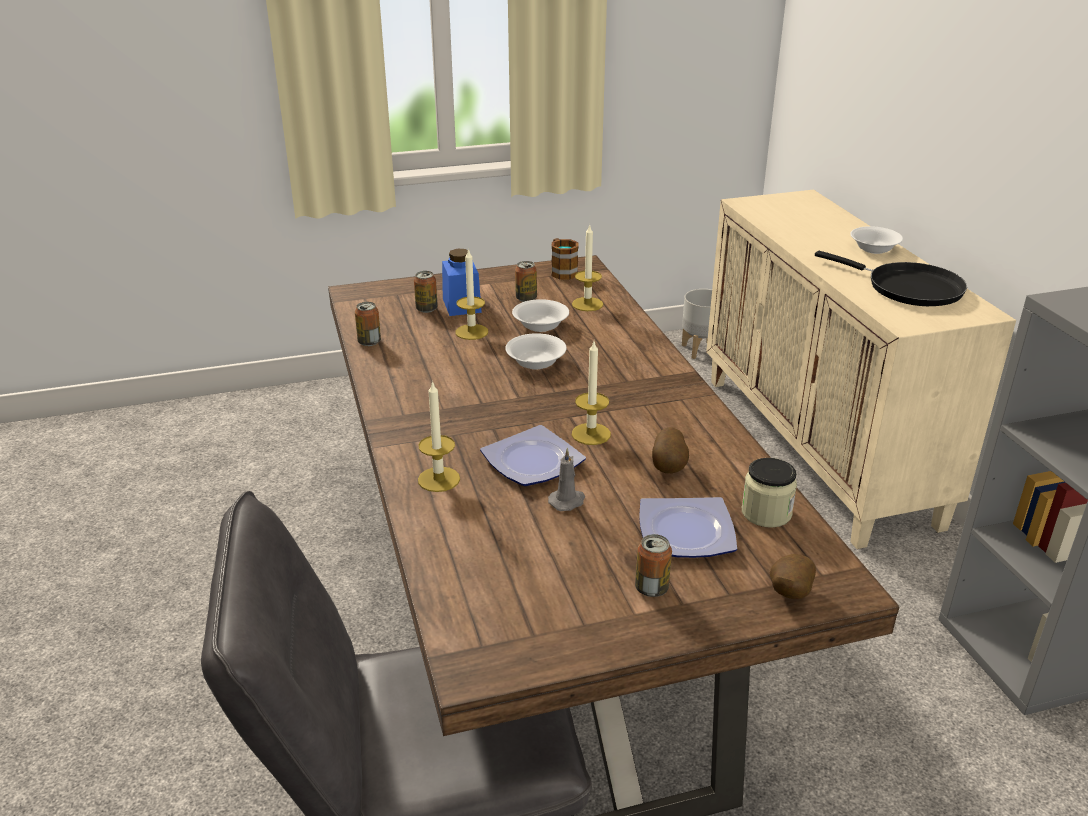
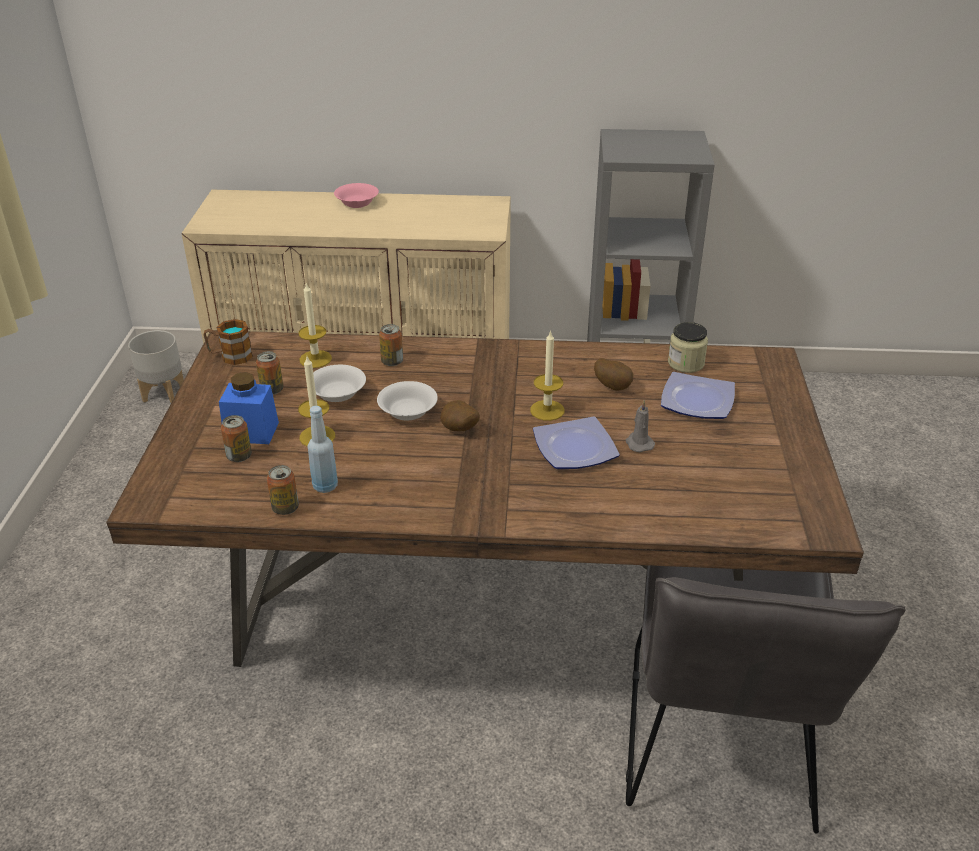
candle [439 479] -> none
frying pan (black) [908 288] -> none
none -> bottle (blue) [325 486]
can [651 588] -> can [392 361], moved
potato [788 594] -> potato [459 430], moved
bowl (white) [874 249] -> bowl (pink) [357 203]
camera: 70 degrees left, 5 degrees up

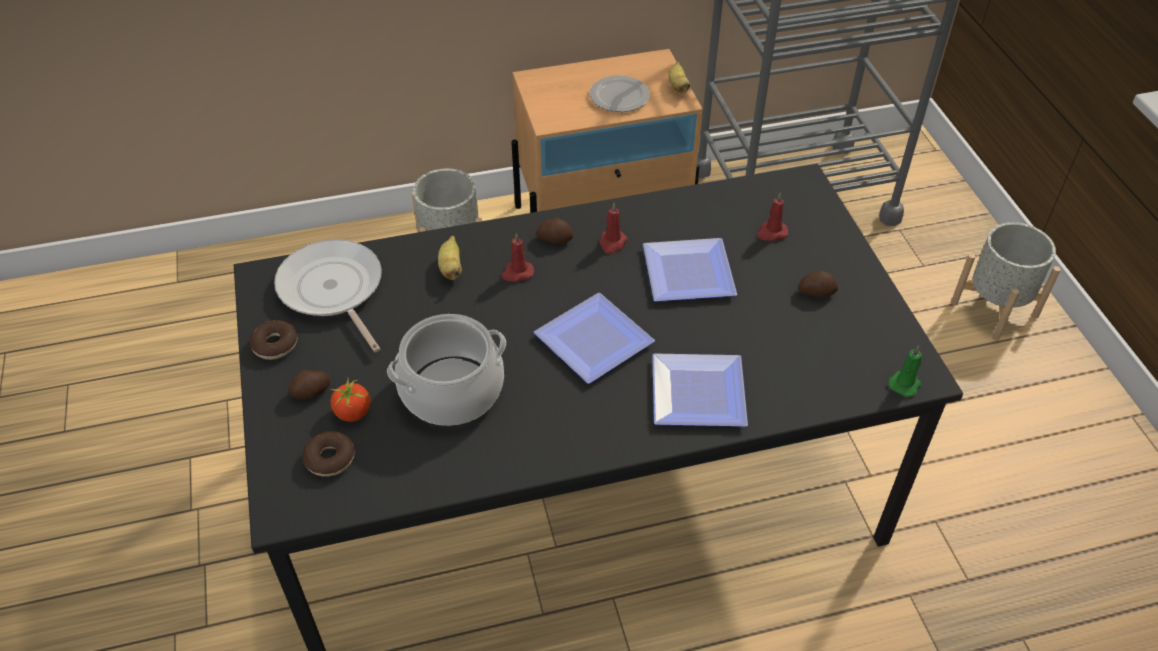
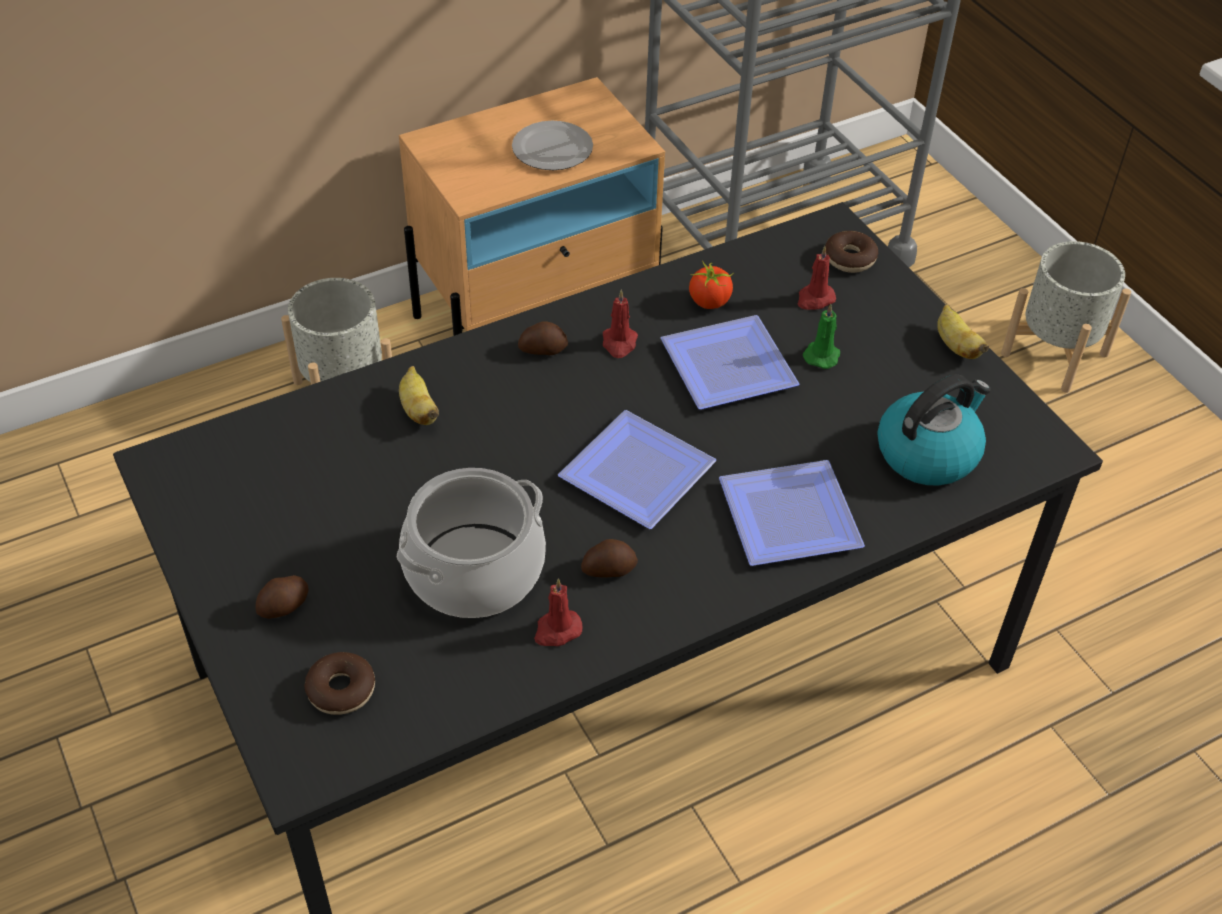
frying pan [333 291] -> none
none -> kettle [928 452]
donut [275 345] -> donut [849 258], moved
tomato [353 413] -> tomato [710 302], moved
candle (red) [517 273] -> candle (red) [557 630], moved
banana [678 86] -> banana [955 346], moved
potato [816 292] -> potato [608 568], moved
candle (green) [905 383] -> candle (green) [822 355], moved
camera: 15 degrees left, 0 degrees up

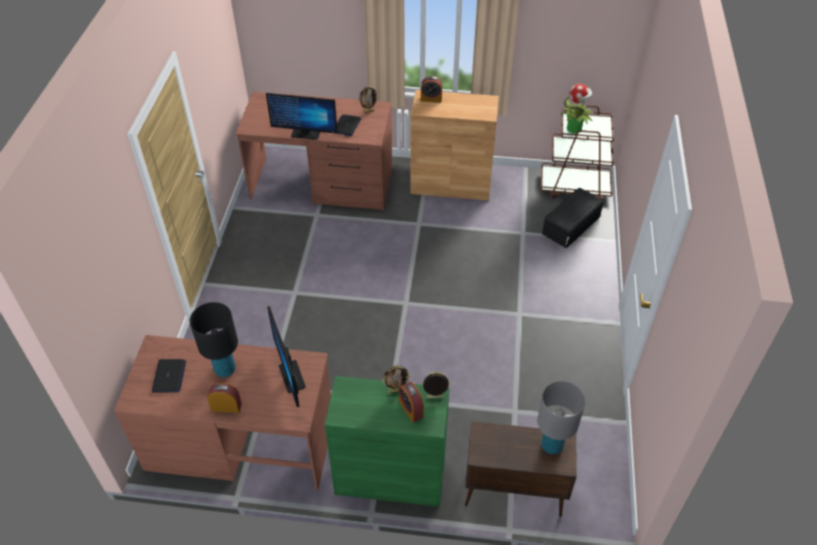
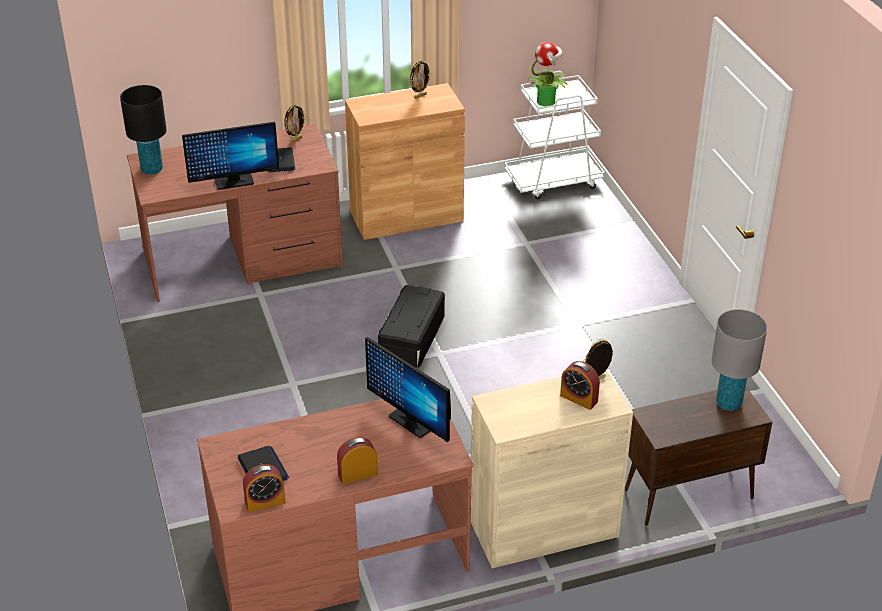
table lamp (black) [225 369] -> table lamp (black) [151 169], moved
picture frame [396 390] -> picture frame [420 96], moved
alarm clock [431 99] -> alarm clock [265 502], moved
storage box (black) [571 226] -> storage box (black) [412 339], moved
cabinet (green) [390 476] -> cabinet (beige) [543 528]
cart (brown) [575 186] -> cart (white) [554 181]
camera: 25 degrees left, 10 degrees down

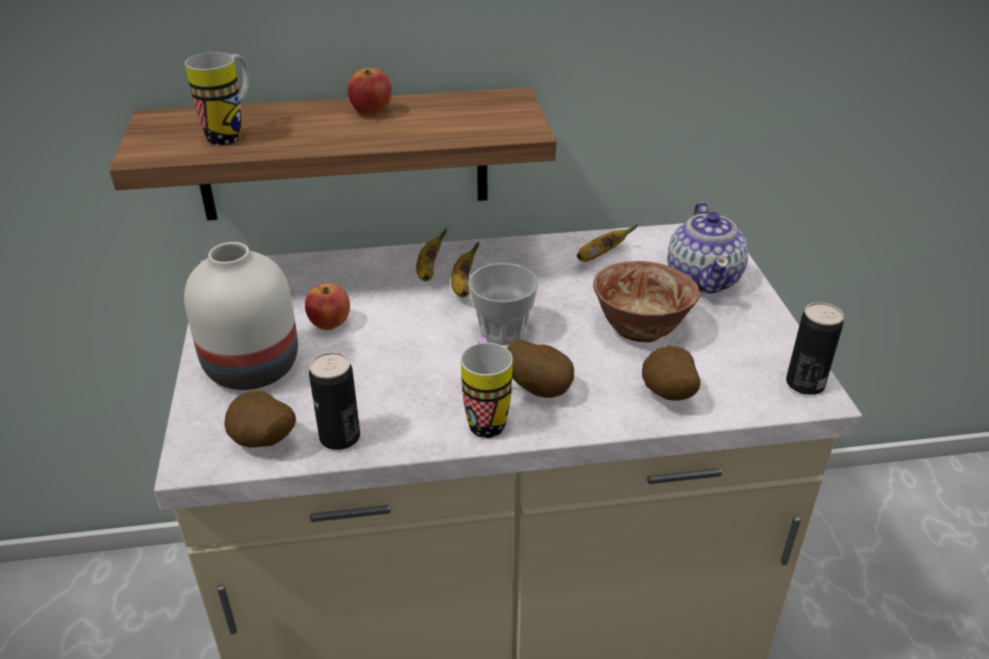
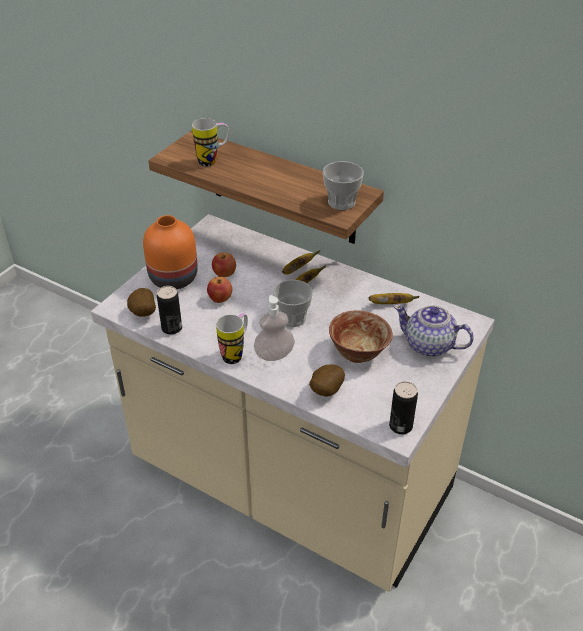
none -> cup [341 202]
apple [372 112] -> apple [220 299], moved
potato [540 388] -> soap dispenser [274 354]
vase (white) [255 366] -> vase (orange) [175 278]
teapot [704 279] -> teapot [429 345], 75 degrees clockwise
camera: 40 degrees right, 5 degrees up

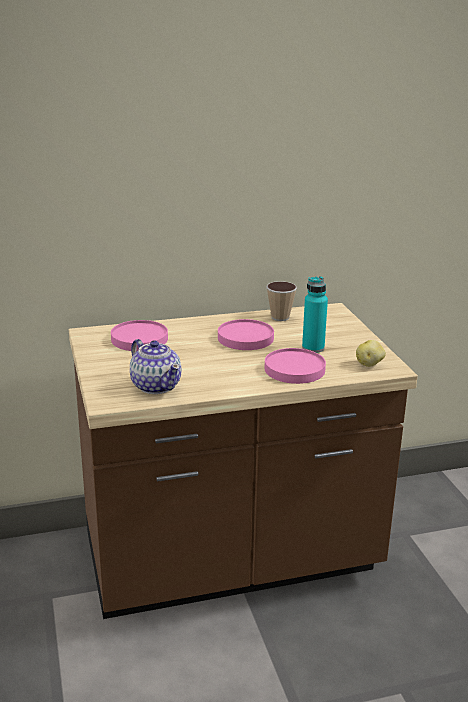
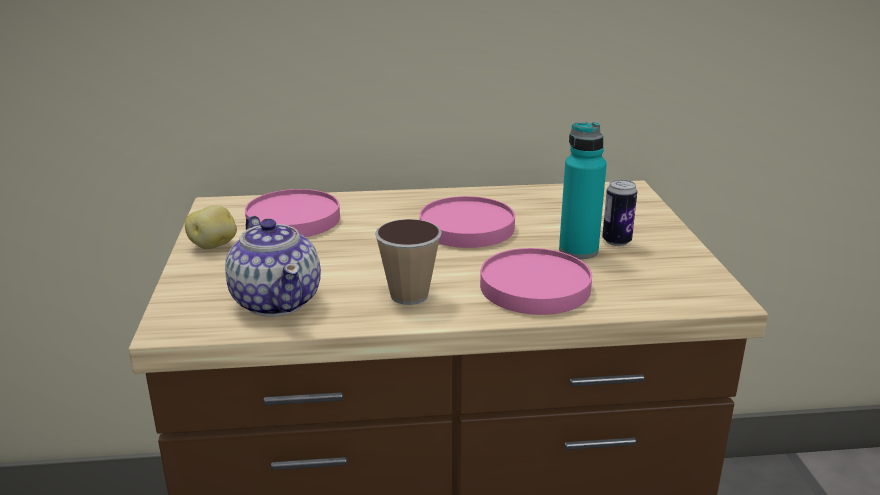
none -> can [616 241]
cup [280 317] -> cup [409 295], moved
potato [369 364] -> potato [214 245], moved
camera: 10 degrees right, 0 degrees up

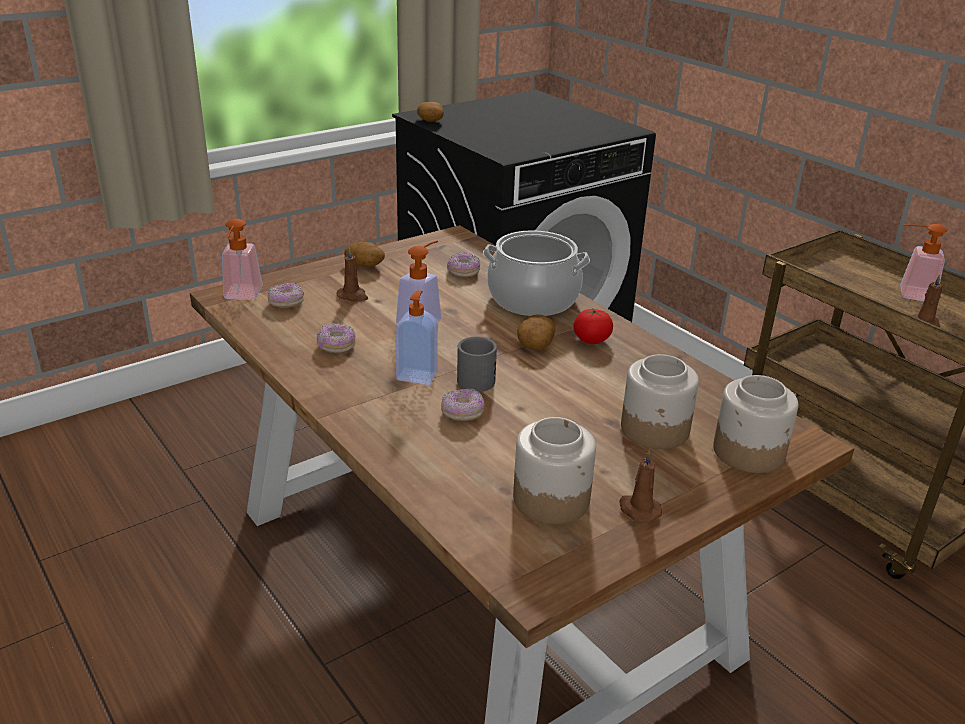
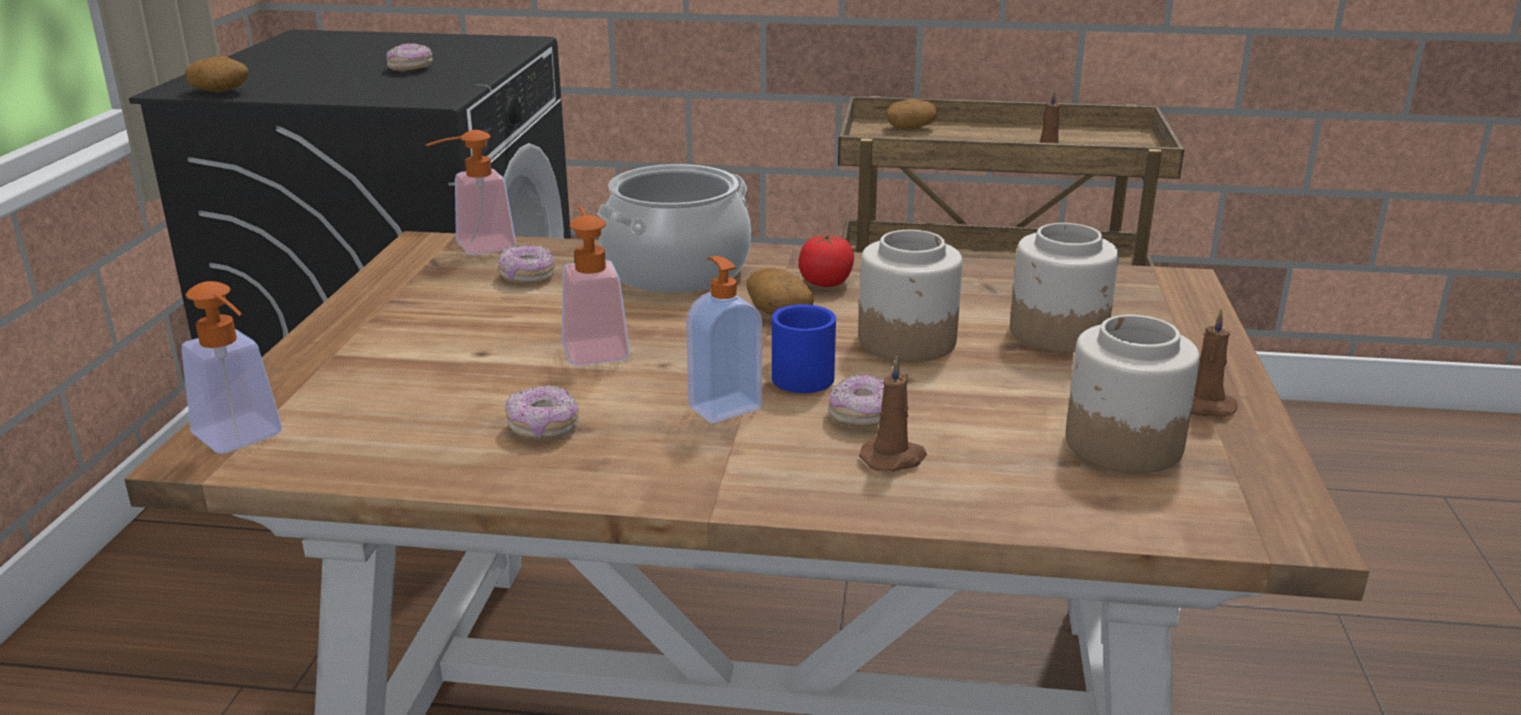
donut [286 303] -> donut [411 68], moved
candle (brown) [353 296] -> candle (brown) [894 459], moved
potato [365 265] -> potato [910 128], moved
jar [749 452] -> jar [908 341], moved
soap dispenser [909 293] -> soap dispenser [475 248], moved
mug (grey) [479 377] -> mug (blue) [796 373]
camera: 45 degrees left, 5 degrees down

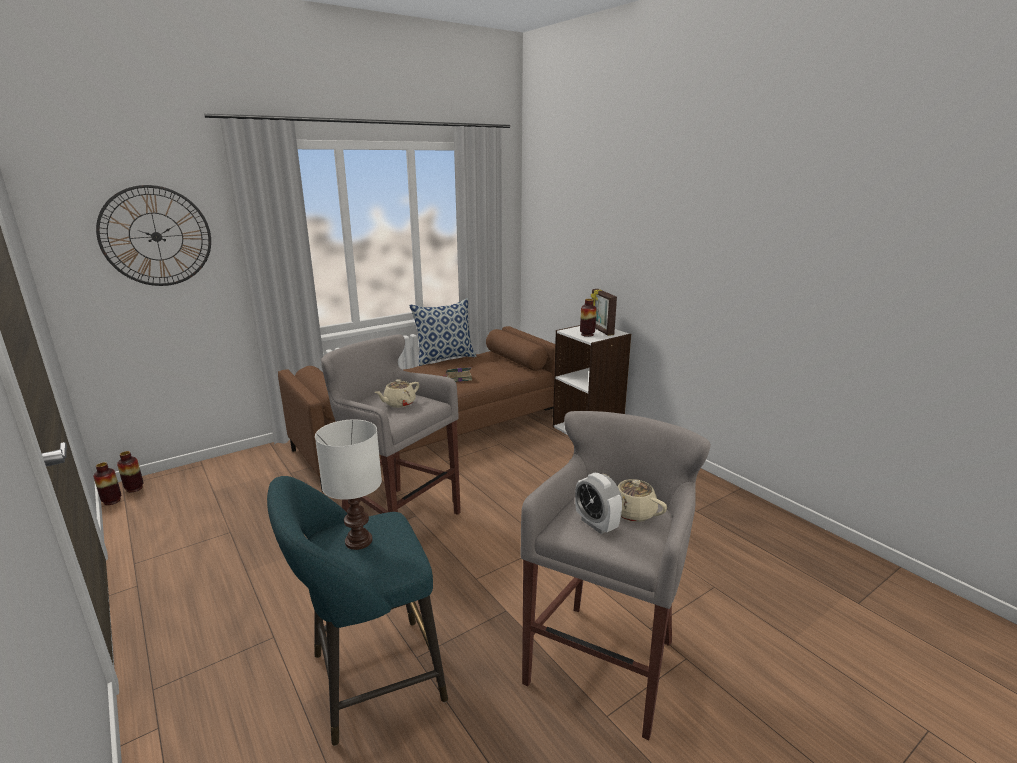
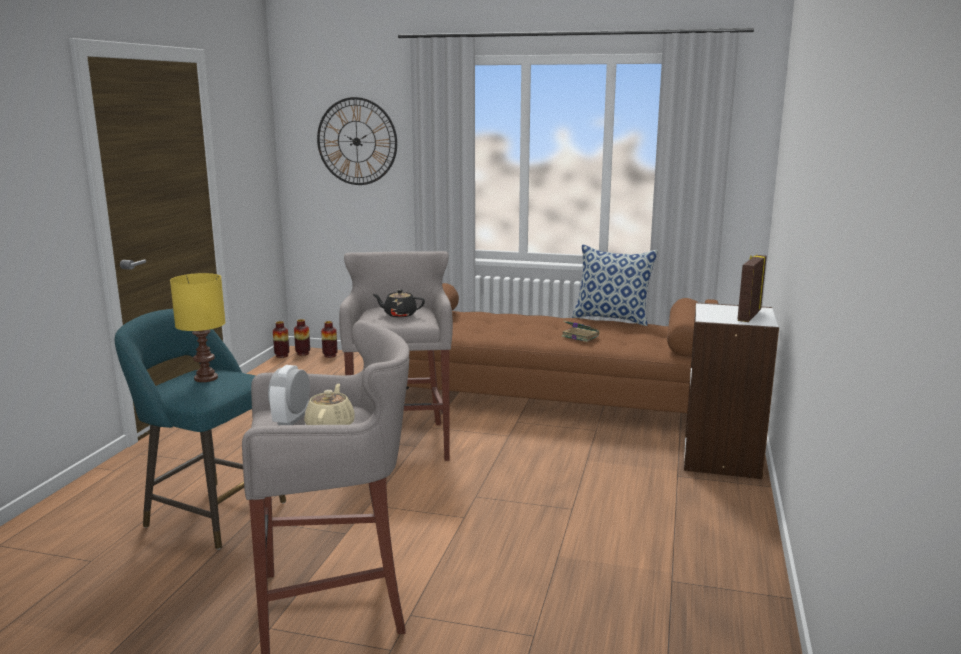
vase [587 334] -> vase [330 355], moved
table lamp (white) [359 541] -> table lamp (yellow) [206 378]
teapot (beige) [399 403] -> teapot (black) [399 314]
camera: 50 degrees right, 5 degrees down

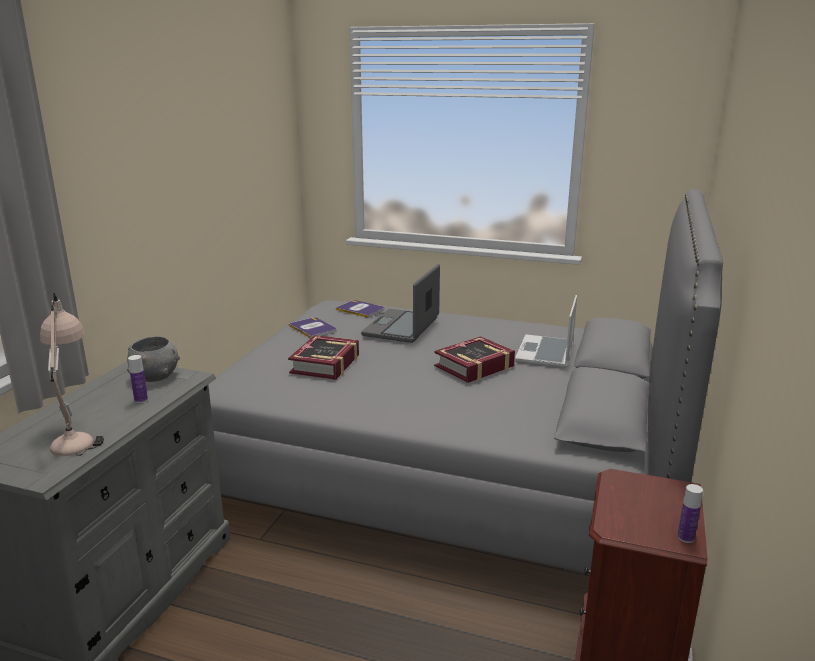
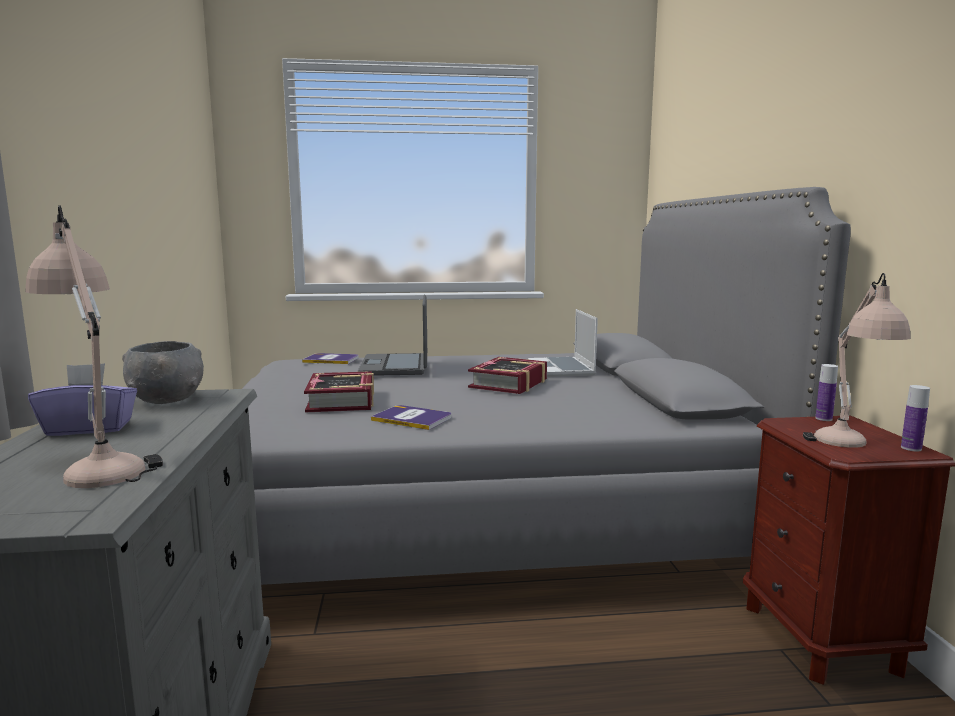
none -> tissue box (purple) [90 428]
none -> table lamp (beige) [847 448]
bottle [141 400] -> bottle [823 419], moved
book [313 328] -> book [412 418], moved
camera: 25 degrees left, 10 degrees down

